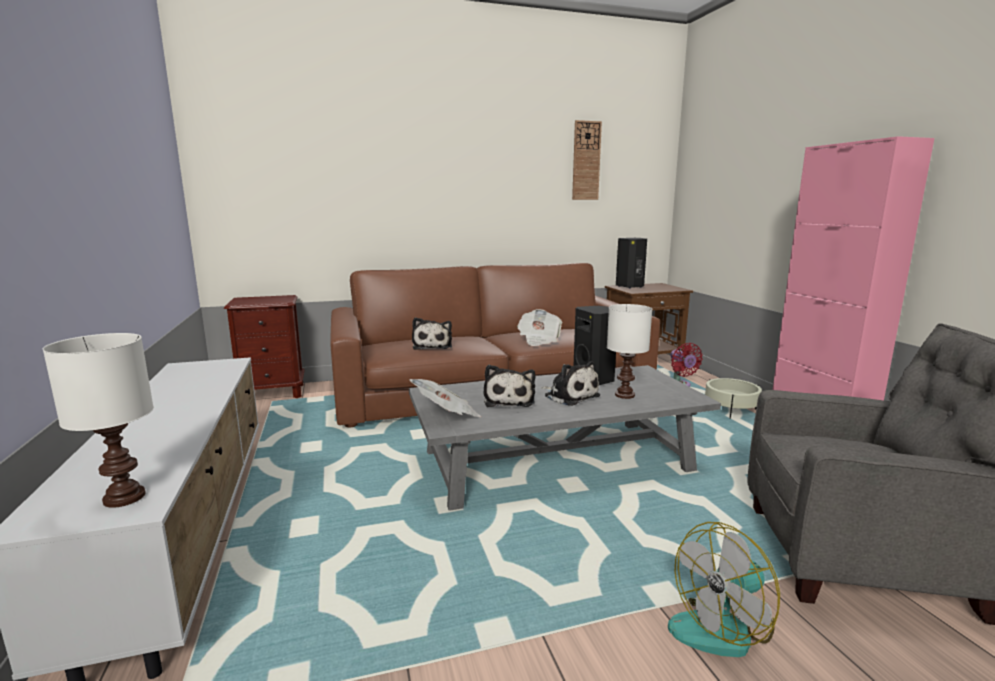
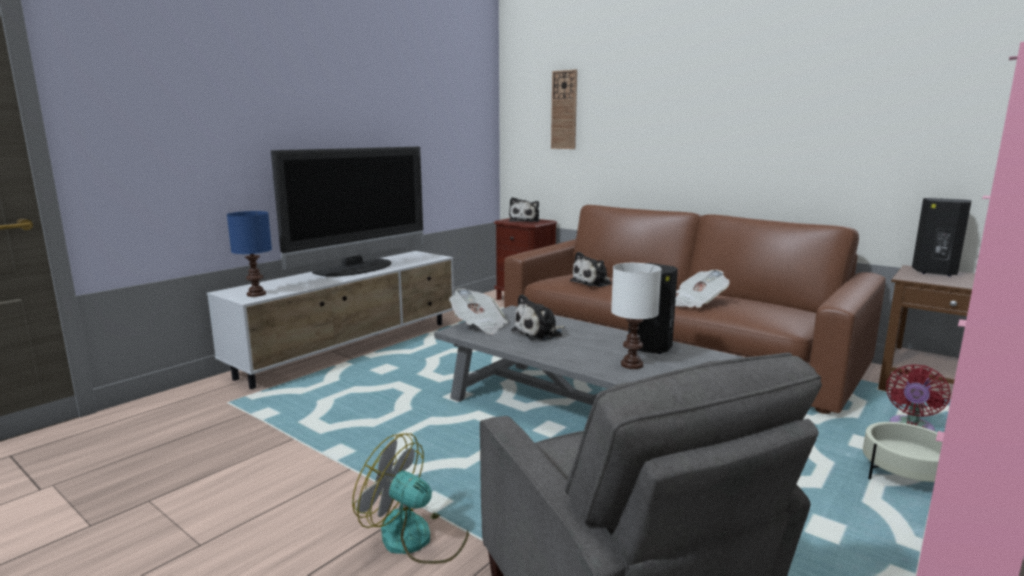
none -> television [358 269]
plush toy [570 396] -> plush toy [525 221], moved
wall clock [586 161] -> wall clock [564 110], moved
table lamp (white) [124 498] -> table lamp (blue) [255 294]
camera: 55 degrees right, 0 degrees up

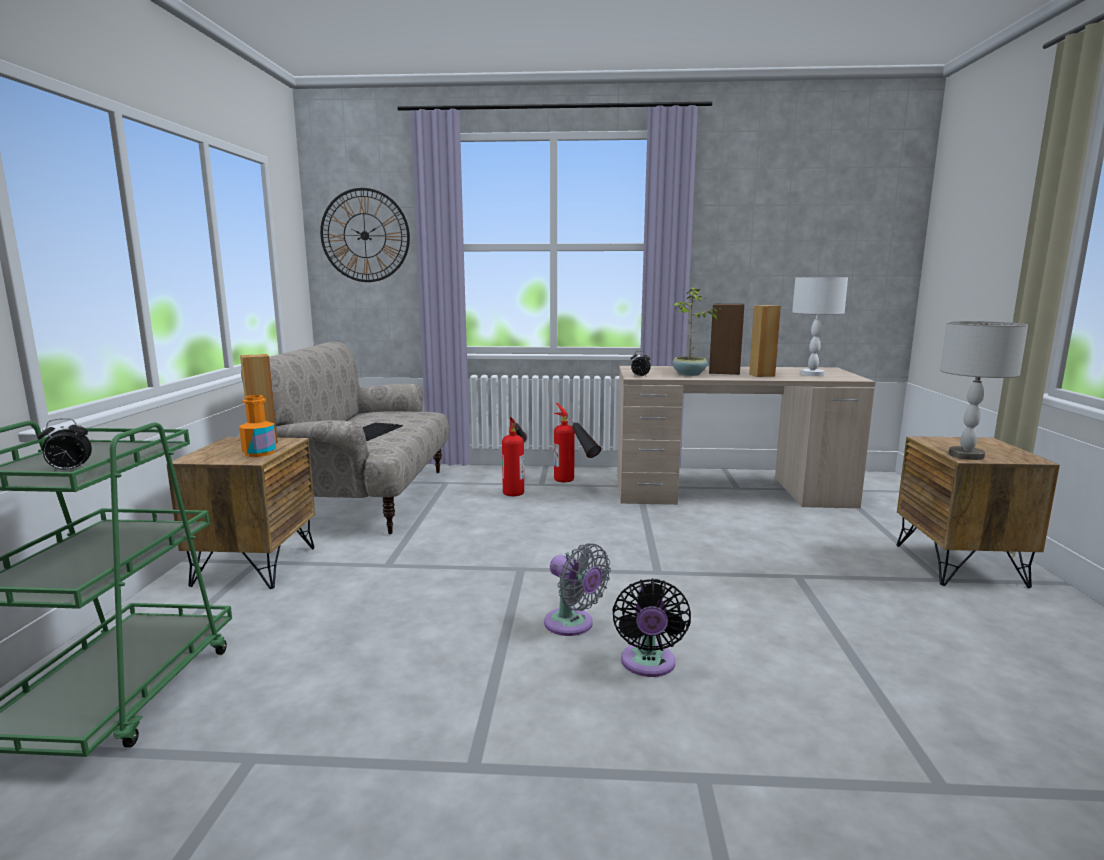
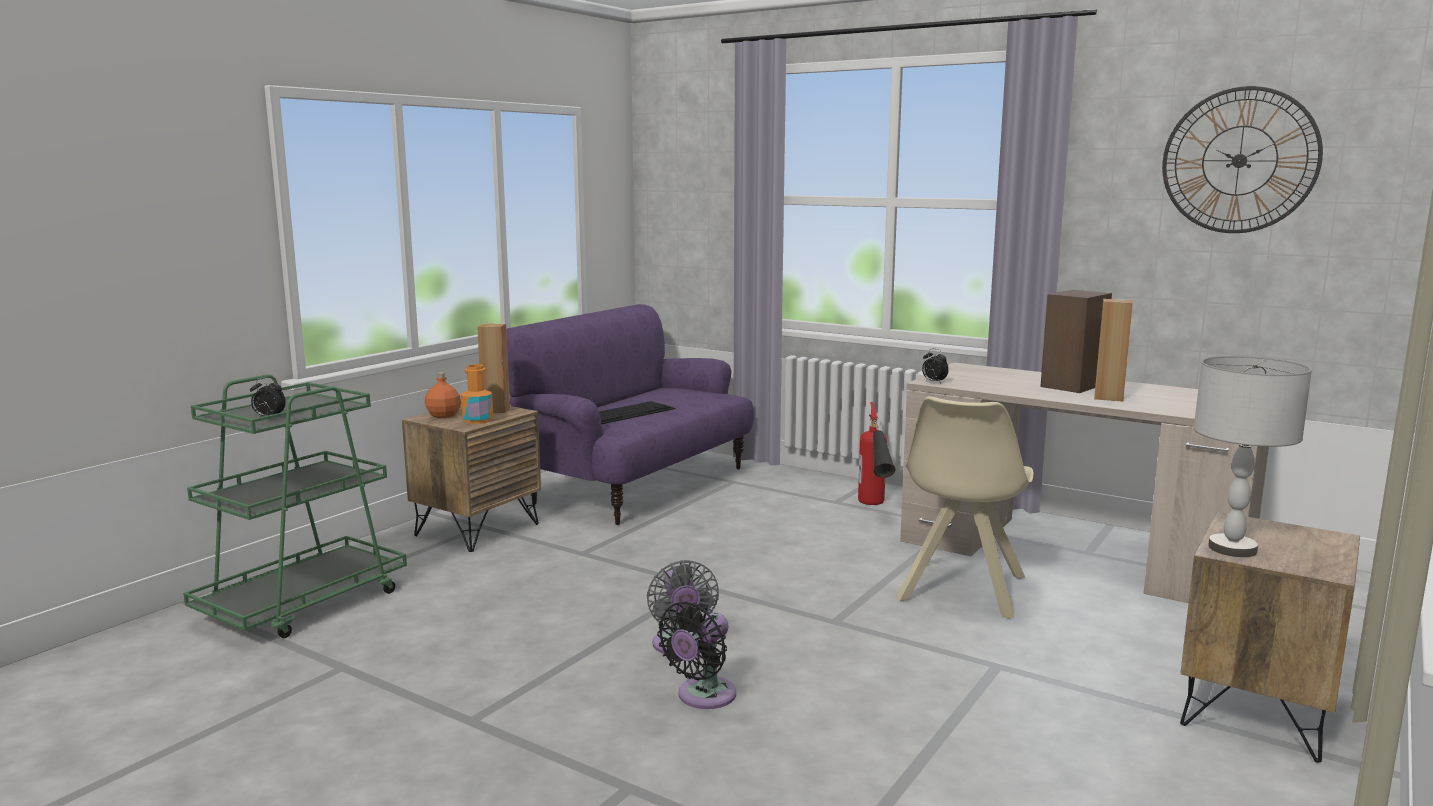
fire extinguisher [515 486] -> none
potted plant [689 374] -> none
table lamp (white) [812 374] -> none
none -> bottle (orange) [444 415]
none -> chair (beige) [960 590]
wall clock [365 235] -> wall clock [1239 160], moved
sofa (beige) [368 498] -> sofa (purple) [637 484]
camera: 30 degrees right, 0 degrees up

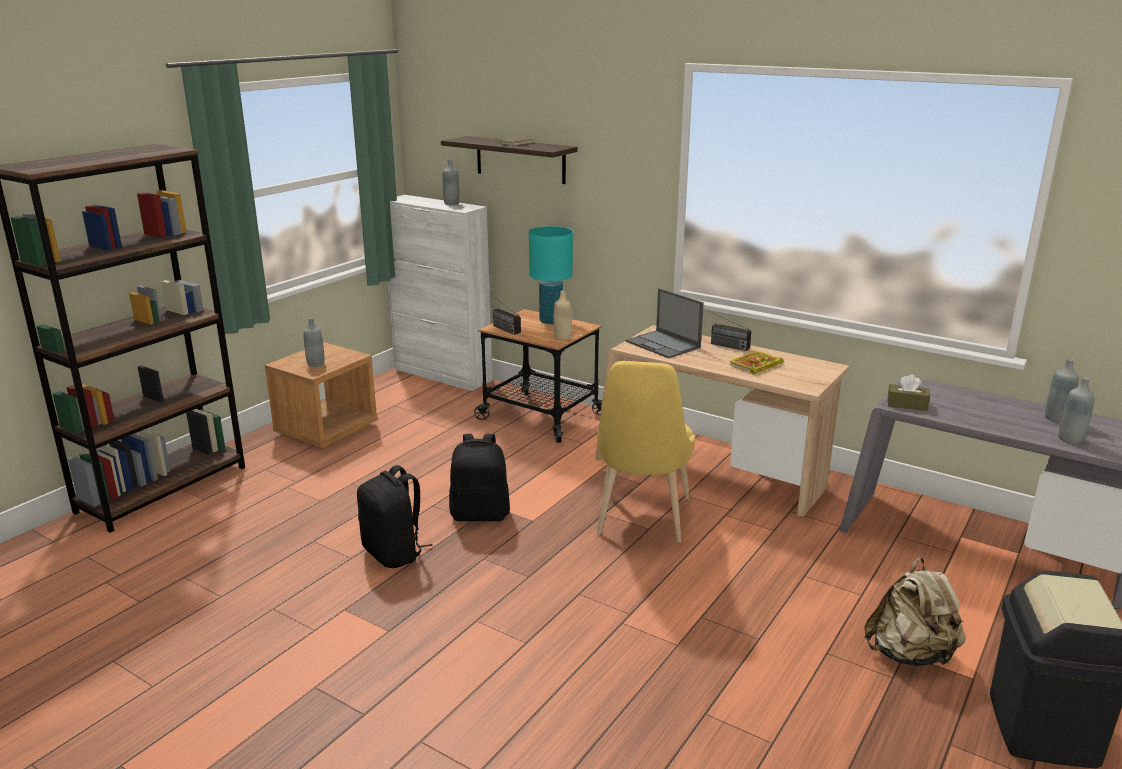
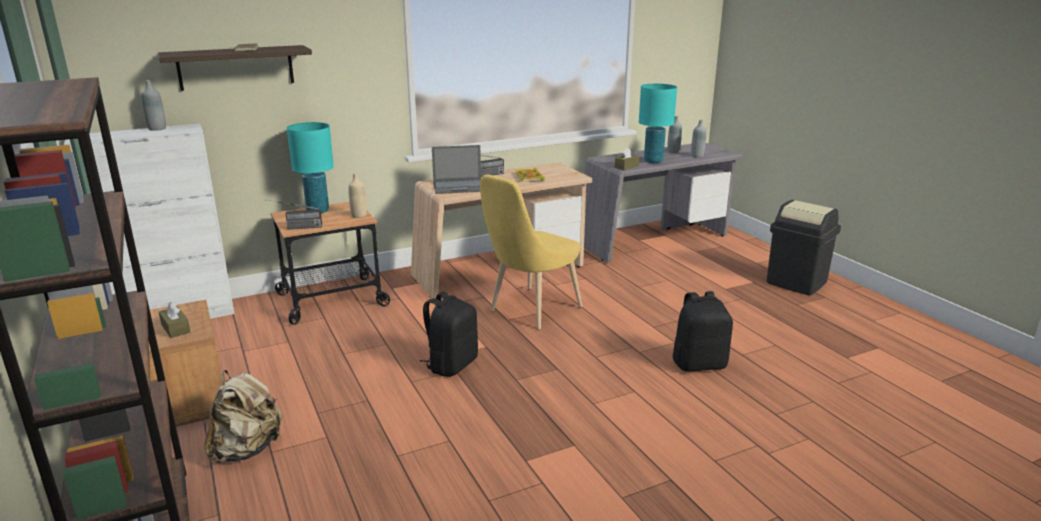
none -> table lamp (turquoise) [653 161]
backpack (black) [394 553] -> backpack (black) [699 364], moved
backpack (beige) [910 654] -> backpack (beige) [247 449], moved
bottle (grey) [316 364] -> tissue box (brown) [175 328]
chair (yellow) [641 520] -> chair (yellow) [530 311], 90 degrees clockwise
camera: 60 degrees left, 0 degrees up

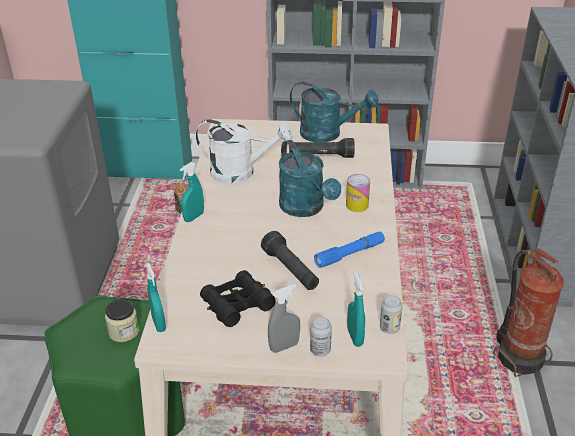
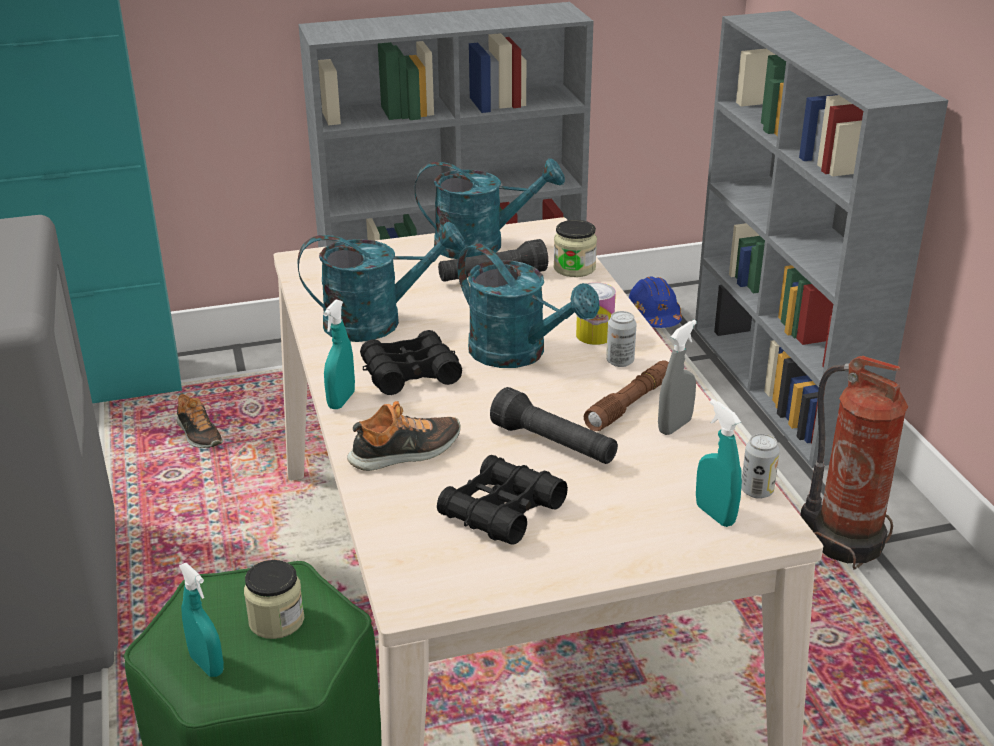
none -> shoe [406 452]
none -> binoculars (black) [410 373]
none -> jar [574 268]
none -> hard hat (blue) [653 316]
spray bottle (turquoise) [159 324] -> spray bottle (turquoise) [207 665], moved
spray bottle (grey) [284 346] -> spray bottle (grey) [674 426], moved
can [320 350] -> can [620 361], moved
watering can (white) [241 172] -> watering can (turquoise) [377 322]
flashlight (blue) [350 254] -> flashlight (brown) [630 404]
camera: 20 degrees left, 5 degrees down

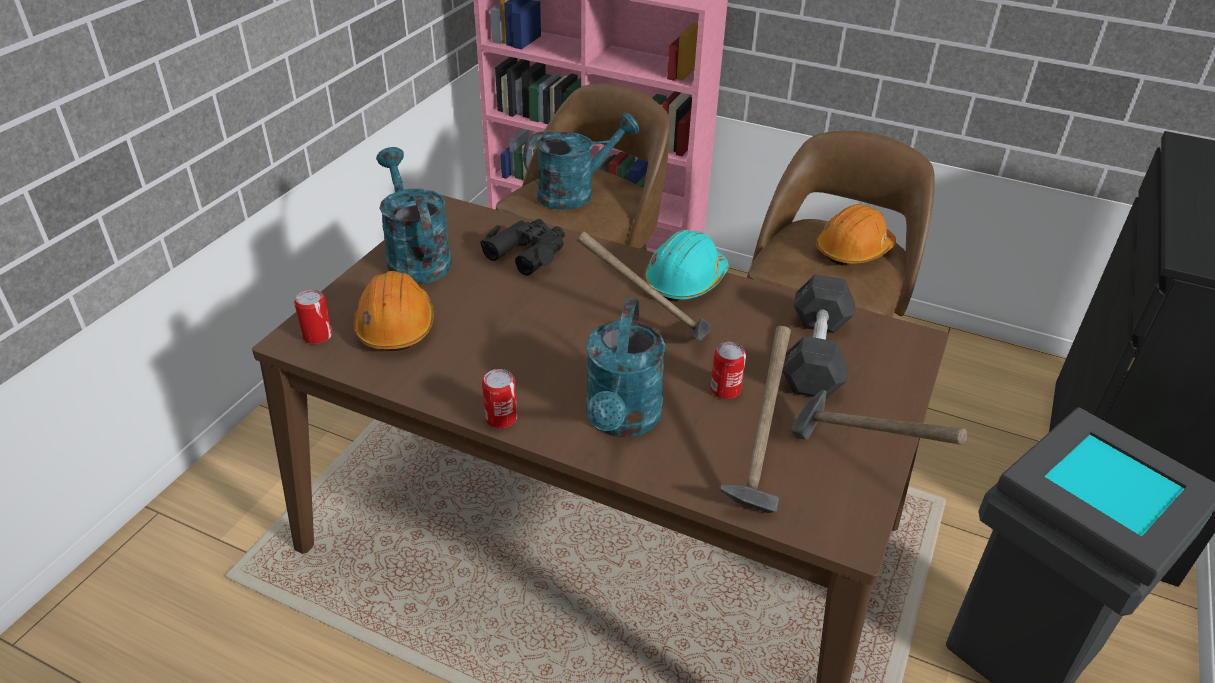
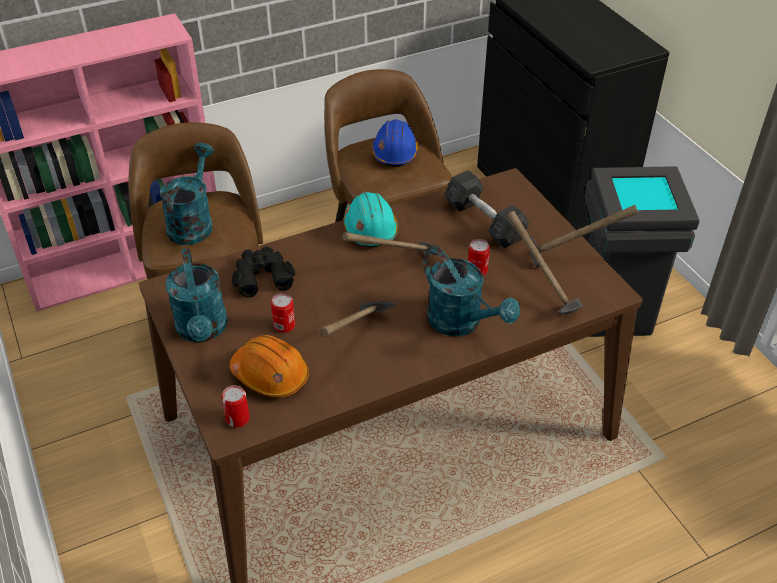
none -> hammer [357 342]
can [501 418] -> can [284 325], moved
hard hat (orange) [853 250] -> hard hat (blue) [395 152]
watering can (turquoise) [415 257] -> watering can (turquoise) [203 330], 120 degrees counterclockwise
camera: 50 degrees left, 5 degrees up

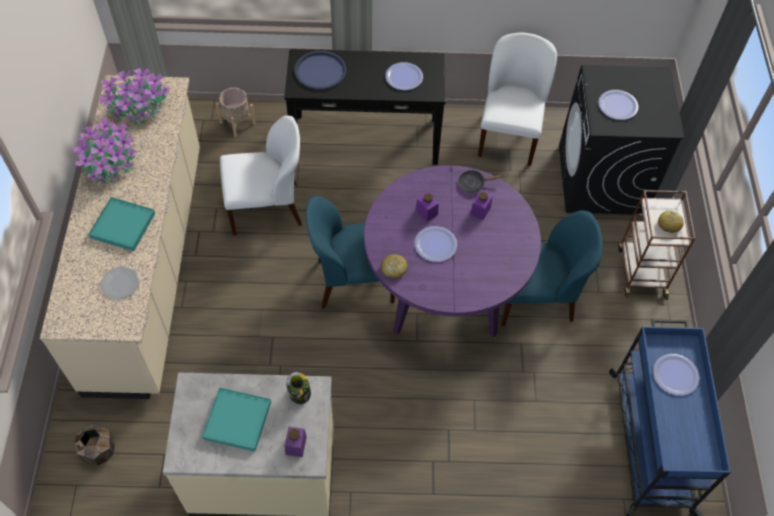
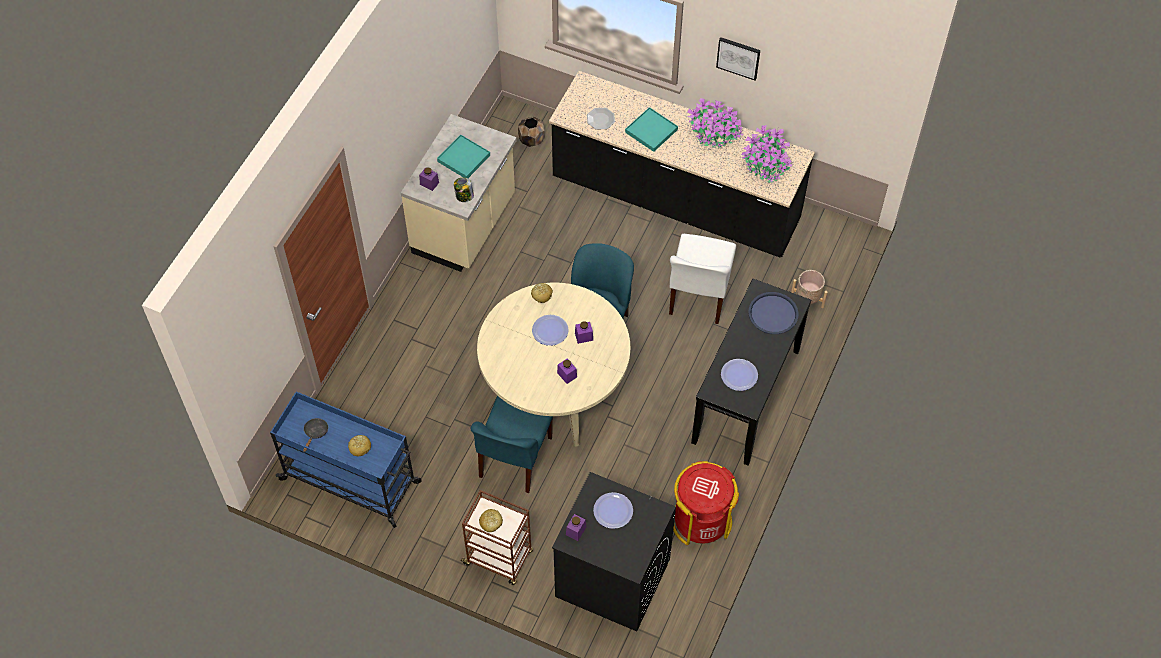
none -> jar (purple) [576 531]
none -> picture [738 57]
frying pan (black) [474 183] -> frying pan (black) [315 433], moved
chair (white) [508 135] -> trash can (red) [701 520]
plate [675 375] -> bread [360 447]
counter (beige) [148 266] -> counter (black) [675 201]
dining table (purple) [444 291] -> dining table (beige) [555 394]
camera: 115 degrees right, 0 degrees up

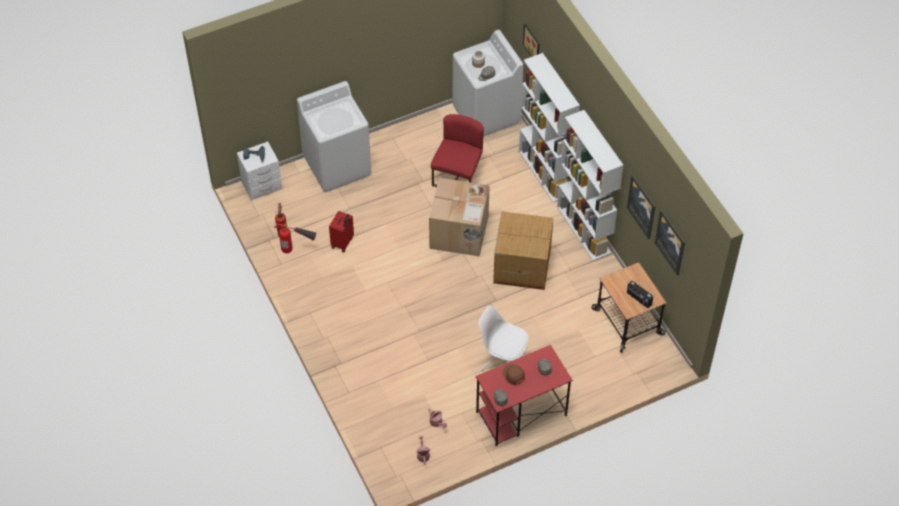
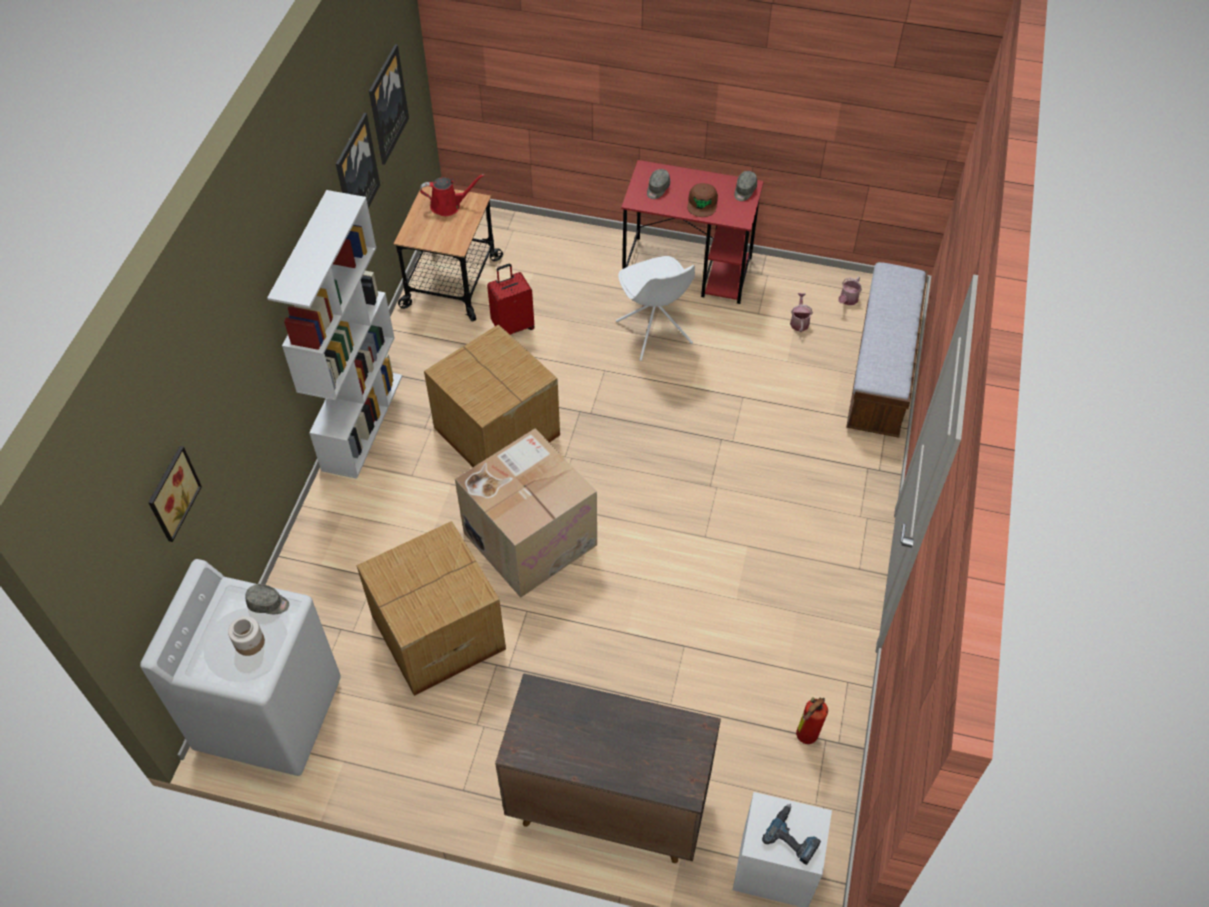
fire extinguisher [297 249] -> none
bookcase (white) [545 173] -> none
none -> bench [881 370]
suitcase (red) [343 243] -> suitcase (red) [513 326], moved
washing machine (white) [337 166] -> cabinet (brown) [607 806]
chair (red) [458 176] -> cardboard box [436 632]
radio [638 299] -> watering can (red) [448 205]
camera: 140 degrees left, 0 degrees up

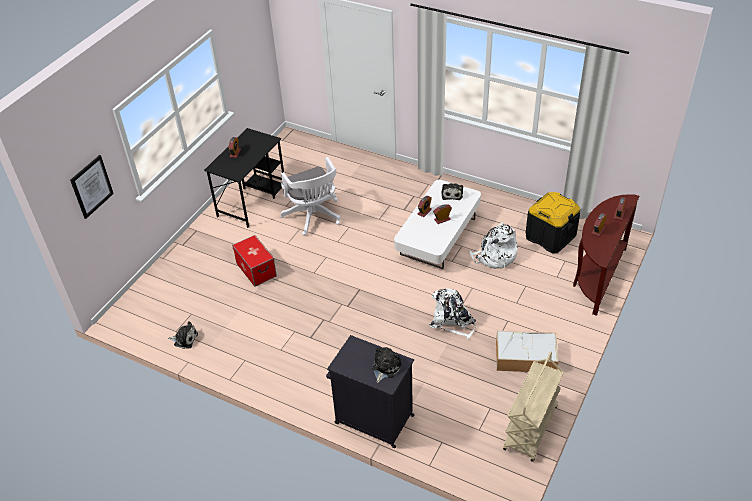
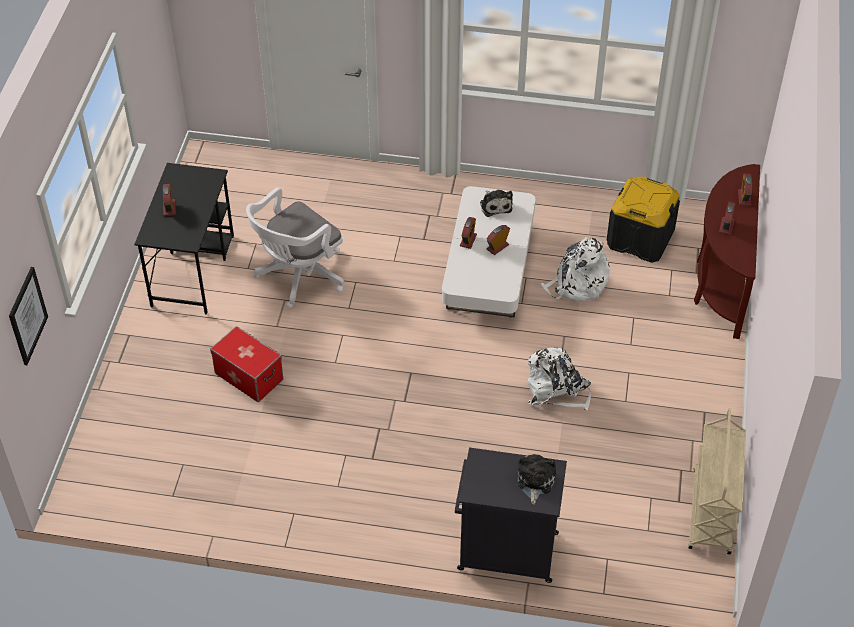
plush toy [184 339] -> none
storage box [524 357] -> none
office chair (white) [314 216] -> office chair (white) [298 276], 90 degrees clockwise
camera: 20 degrees left, 5 degrees up

